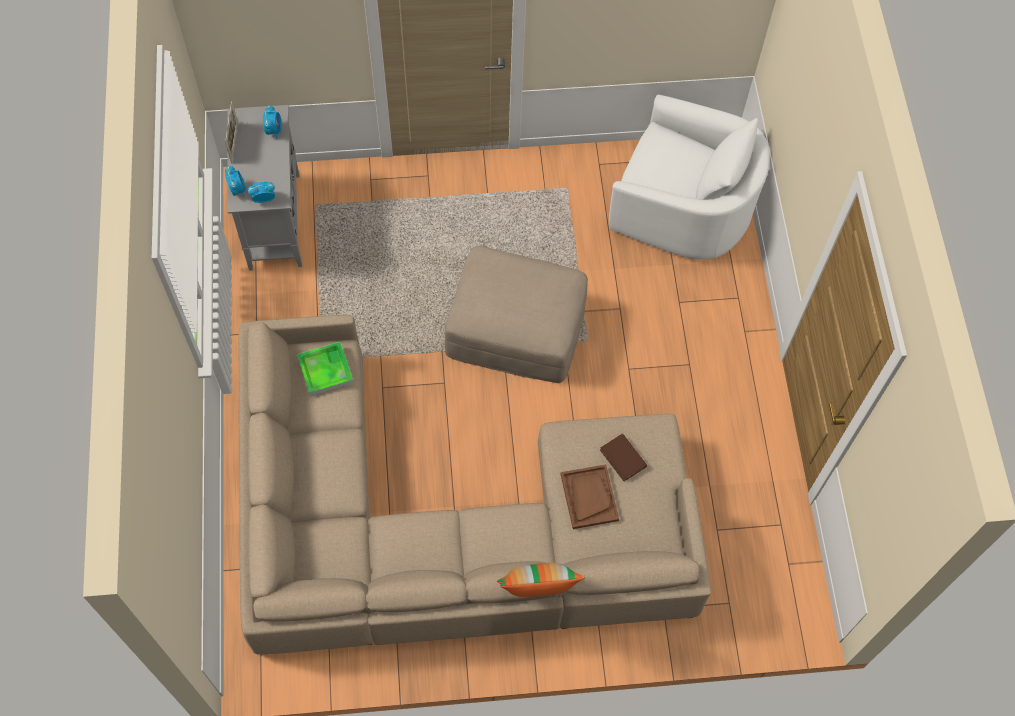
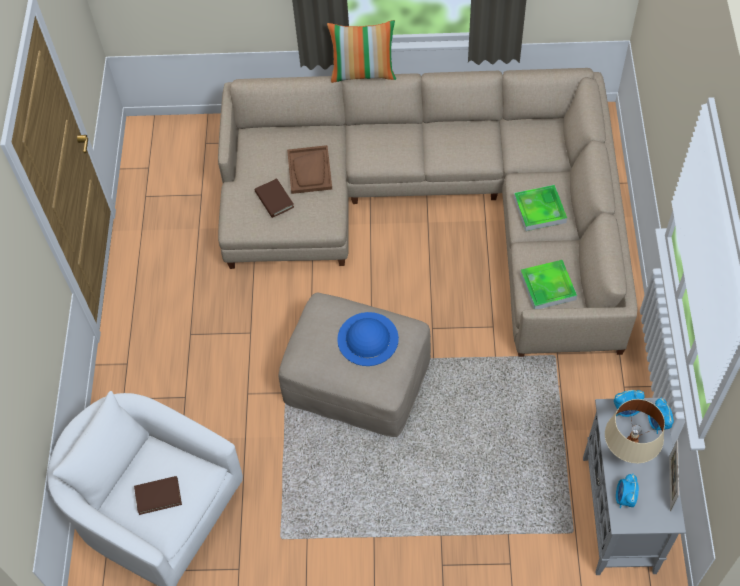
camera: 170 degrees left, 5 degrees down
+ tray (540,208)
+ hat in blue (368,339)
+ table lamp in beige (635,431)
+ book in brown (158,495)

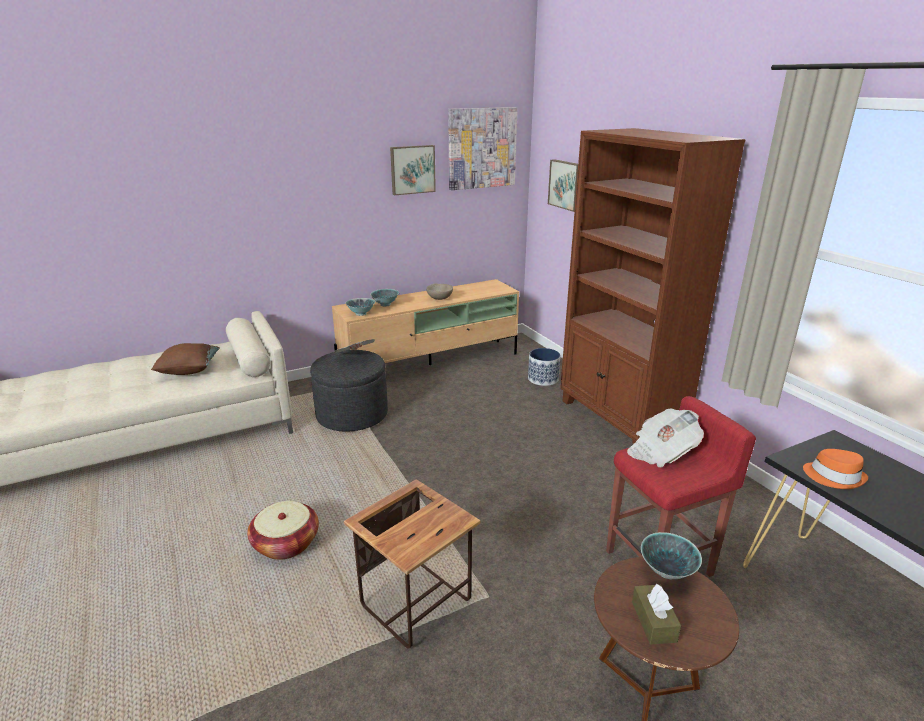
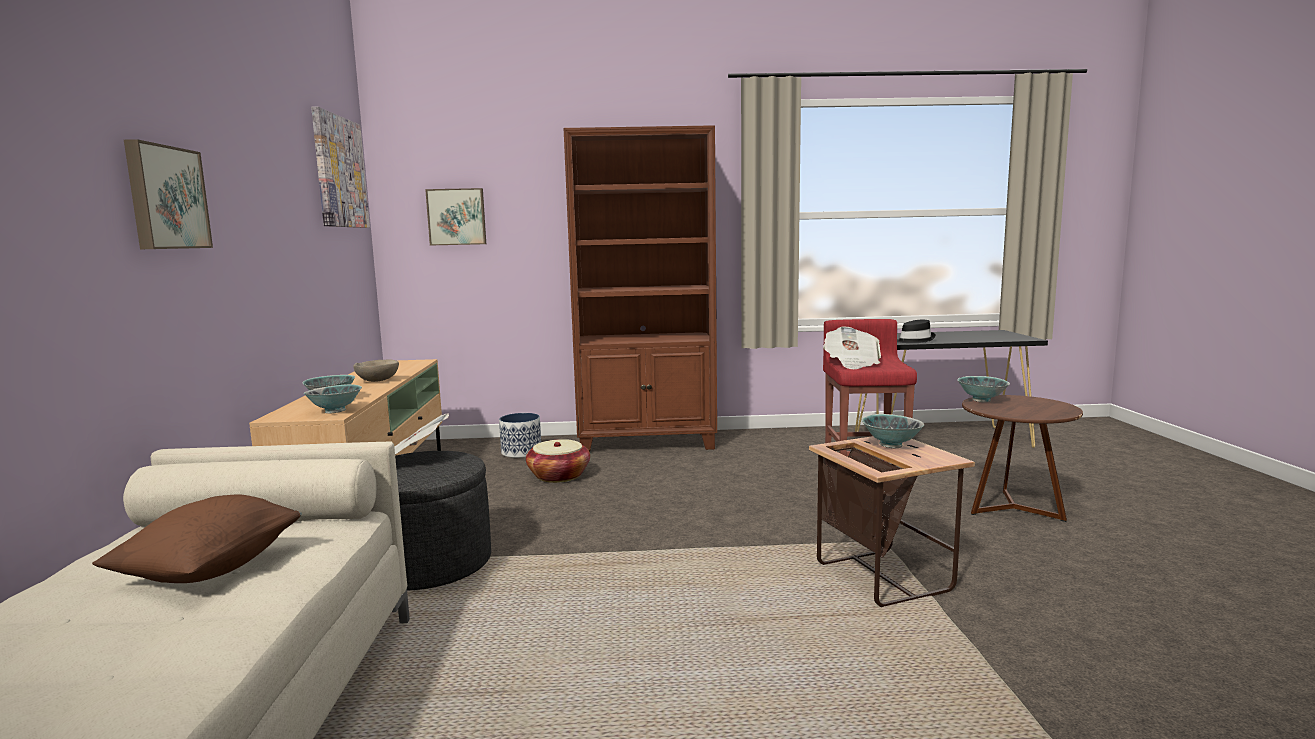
camera: 65 degrees left, 15 degrees down
~ picture (413,170) to (168,194)
~ hat in orange (835,469) to hat in black (916,331)
~ basket (283,530) to (558,461)
- tissue box in brown (656,614)
+ bowl (893,431)

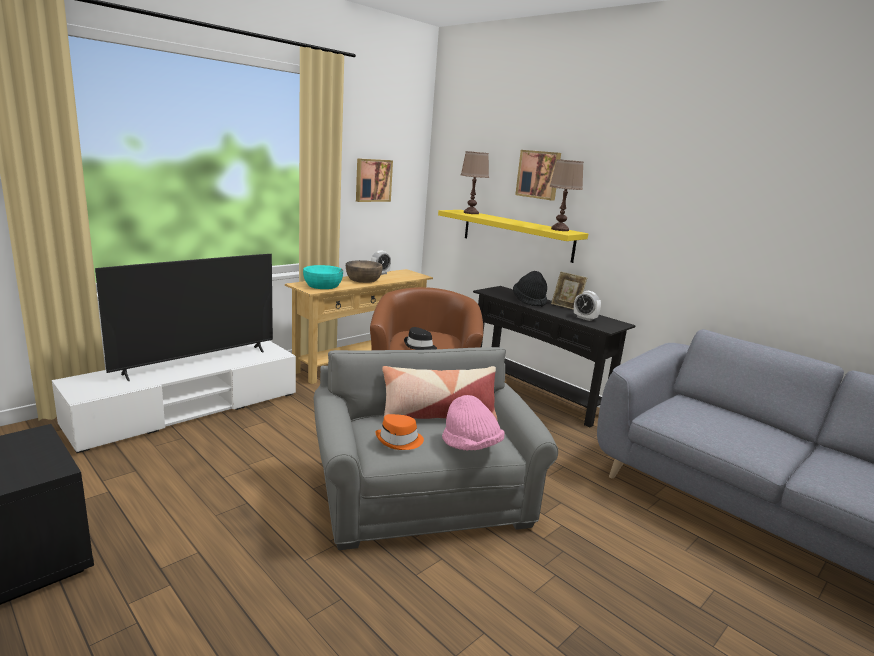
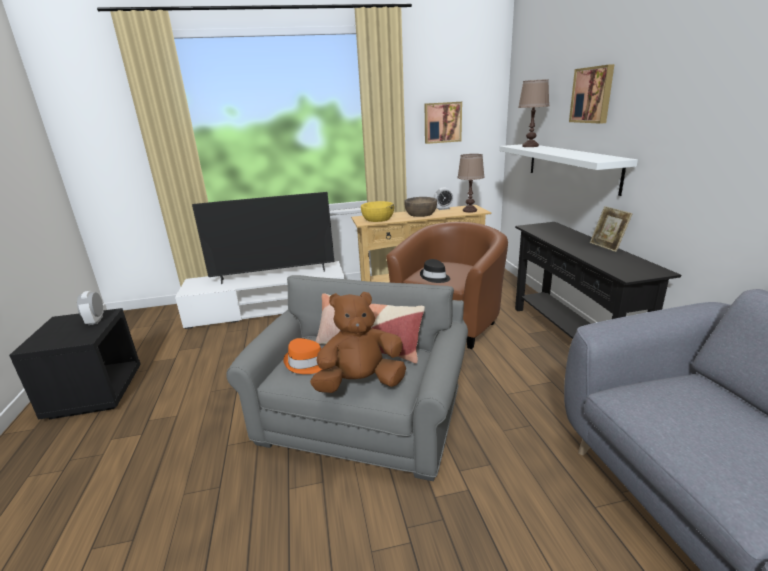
camera: 35 degrees right, 5 degrees up
~ table lamp in brown (566,195) to (471,183)
~ shelf in yellow (513,236) to shelf in white (568,170)
~ bowl in turquoise (323,277) to bowl in yellow (377,211)
- hat in black (530,289)
~ alarm clock (587,306) to (90,308)
~ hat in pink (473,422) to plush toy in brown (358,342)

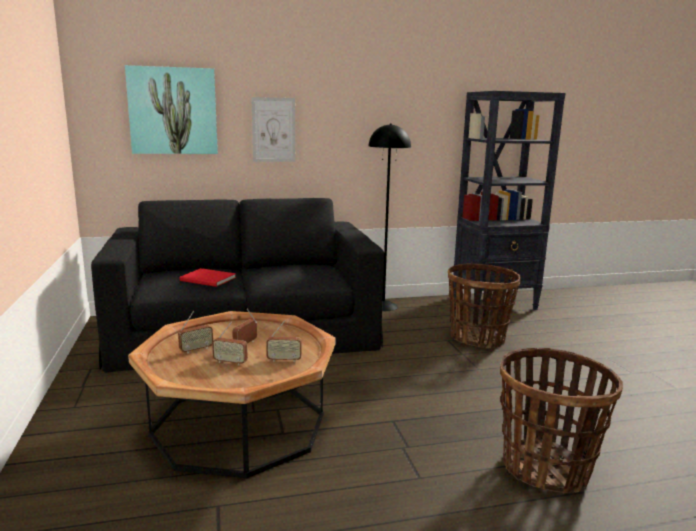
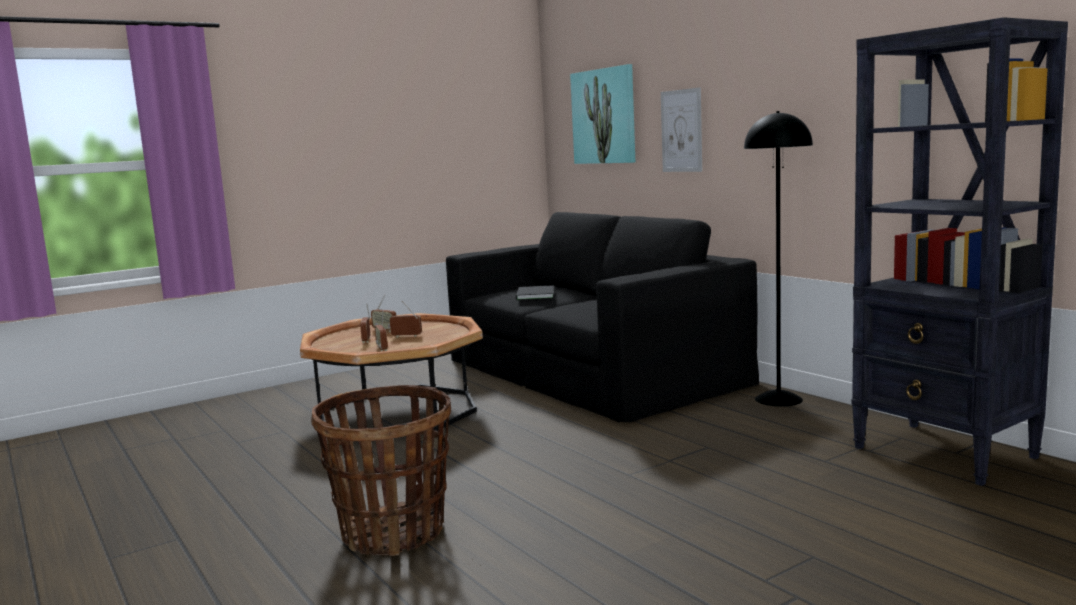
camera: 70 degrees right, 5 degrees down
- basket (484,305)
~ book in red (208,277) to book in black (535,292)

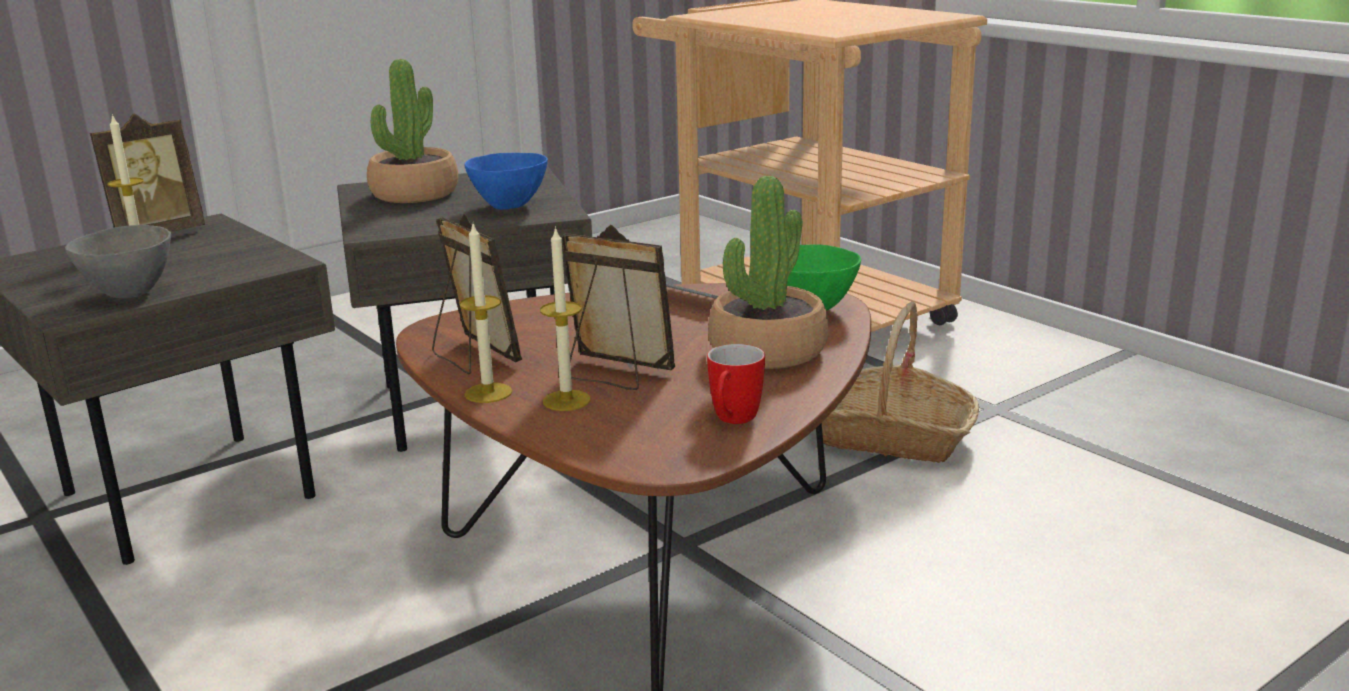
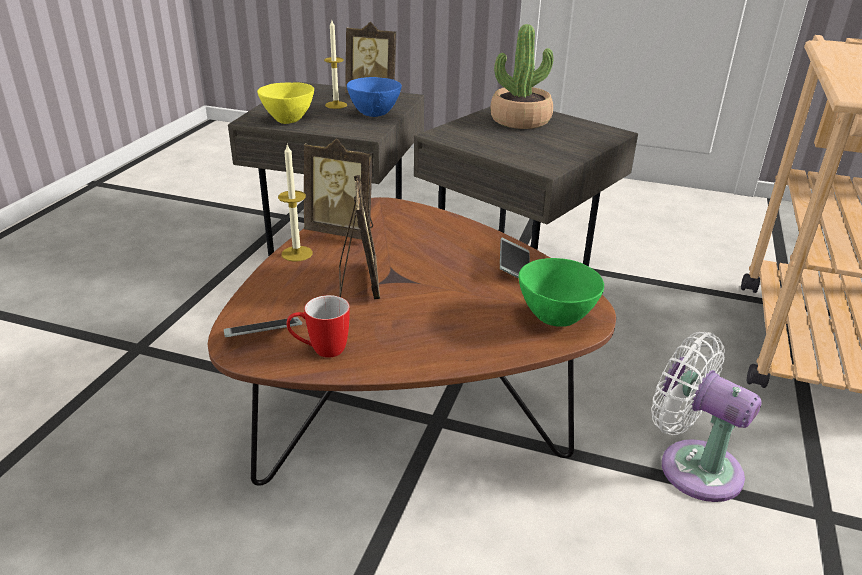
camera: 55 degrees right, 10 degrees up
~ bowl in blue (506,181) to (374,97)
- potted plant (768,272)
~ picture frame (477,294) = (338,189) 90 degrees clockwise
~ bowl in grey (118,261) to bowl in yellow (285,103)
- candle (565,318)
~ basket (900,382) to fan in white (706,417)
+ phone (263,327)

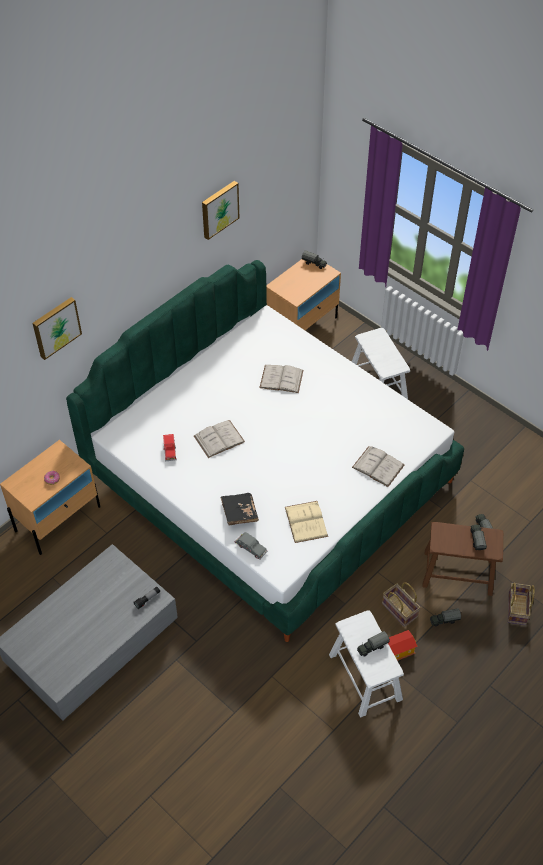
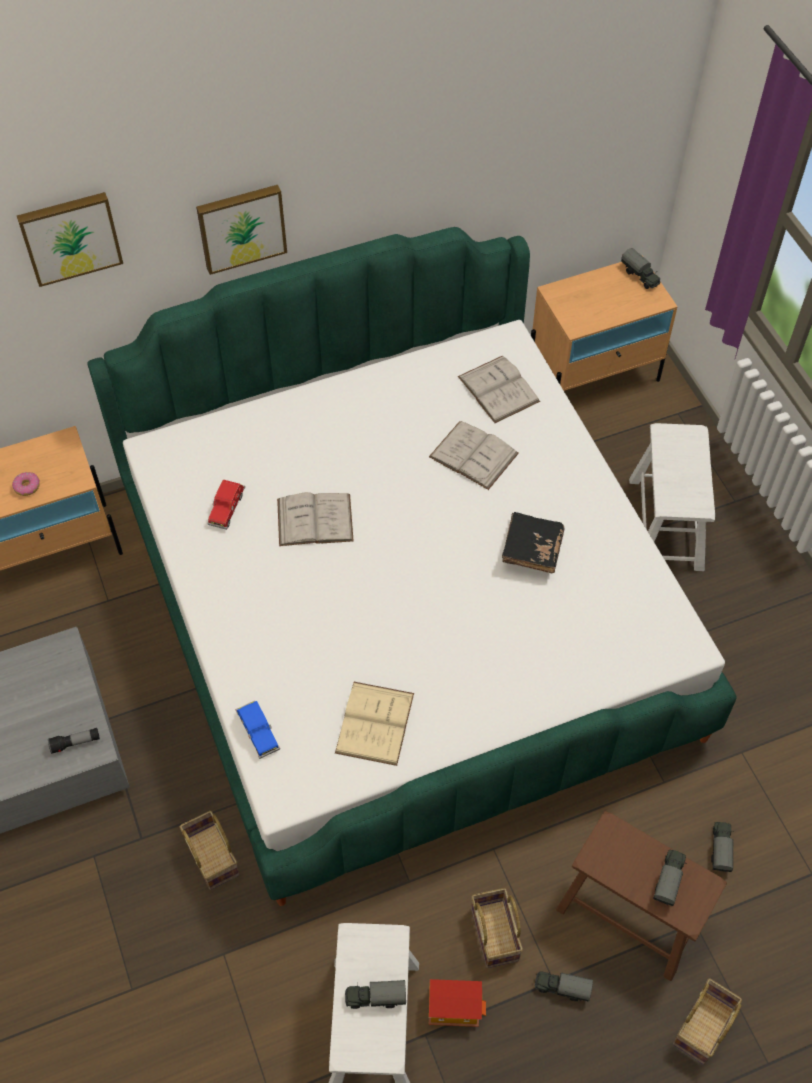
camera: 25 degrees right, 5 degrees up
~ picture (221,210) to (241,230)
~ book in white (378,466) to (499,389)
~ book in black (240,509) to (533,542)
~ toy car in grey (251,546) to toy car in blue (258,730)
+ basket (210,850)

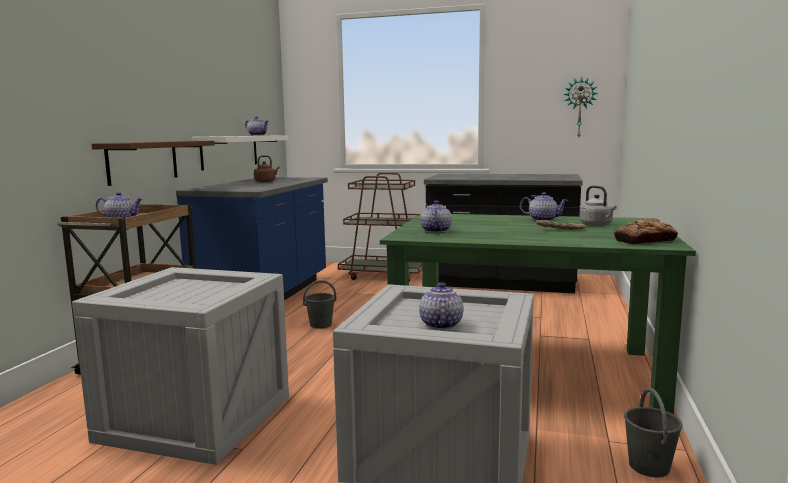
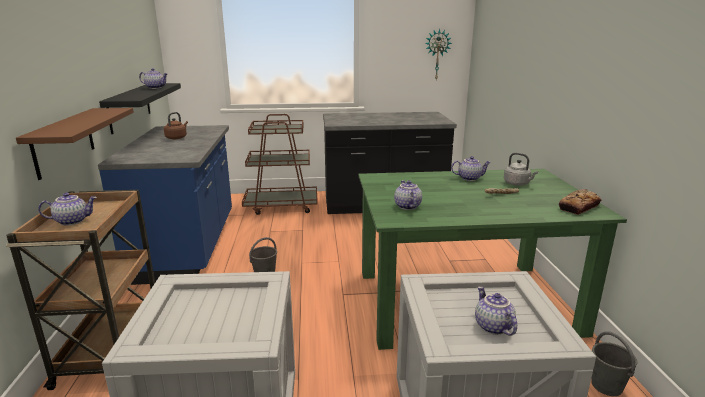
camera: 20 degrees left, 10 degrees up
~ shelf in white (240,153) to shelf in black (140,108)

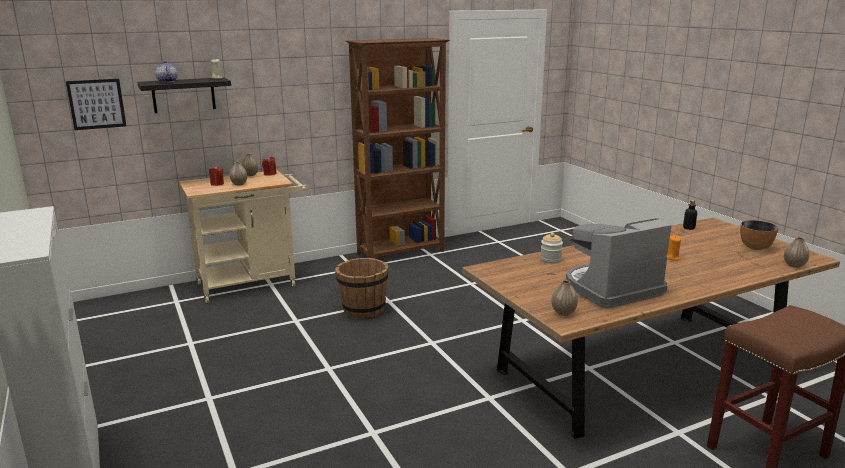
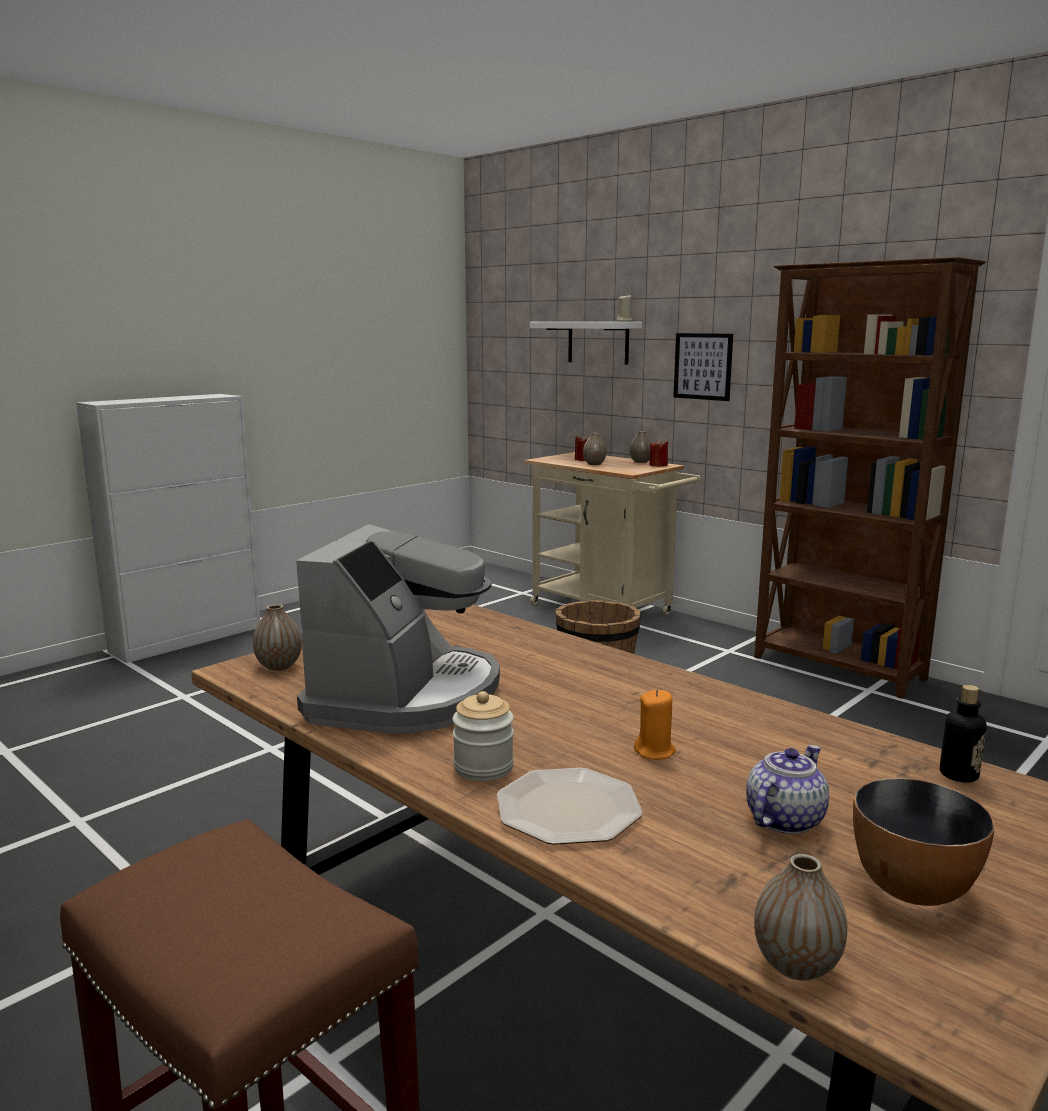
camera: 70 degrees right, 5 degrees down
~ teapot (166,72) to (787,789)
~ shelf in black (184,95) to shelf in white (586,343)
~ picture (96,104) to (703,367)
~ coffee machine (619,263) = (398,629) 60 degrees clockwise
~ jar (551,248) to (483,736)
+ plate (570,806)

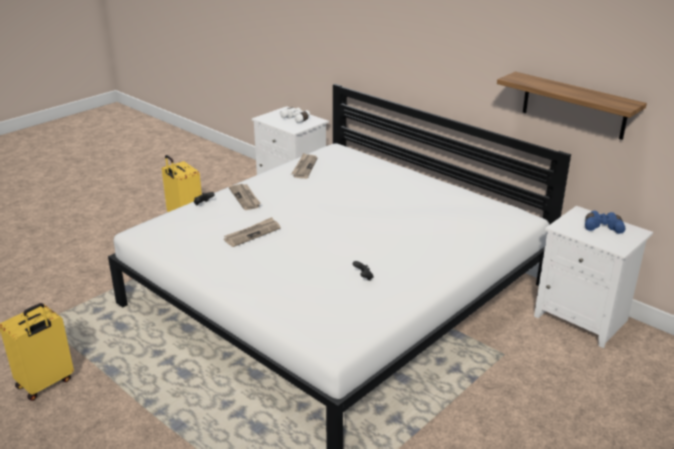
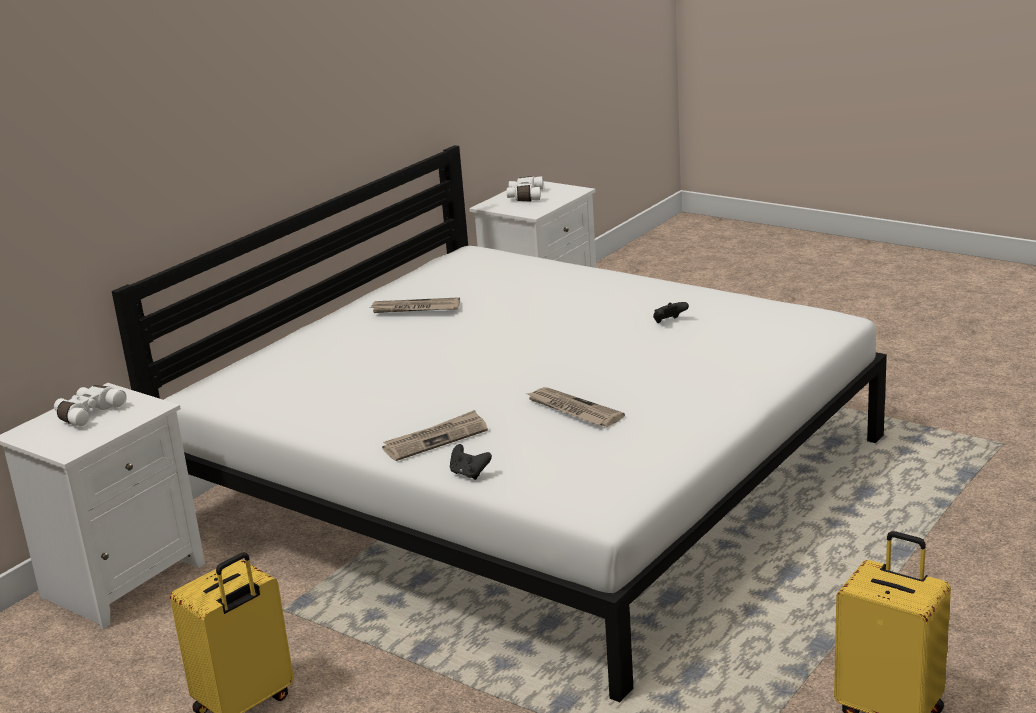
camera: 95 degrees left, 5 degrees down
- shelf (572,106)
~ newspaper (304,166) to (414,305)
~ binoculars in blue (605,222) to binoculars in white (525,189)

